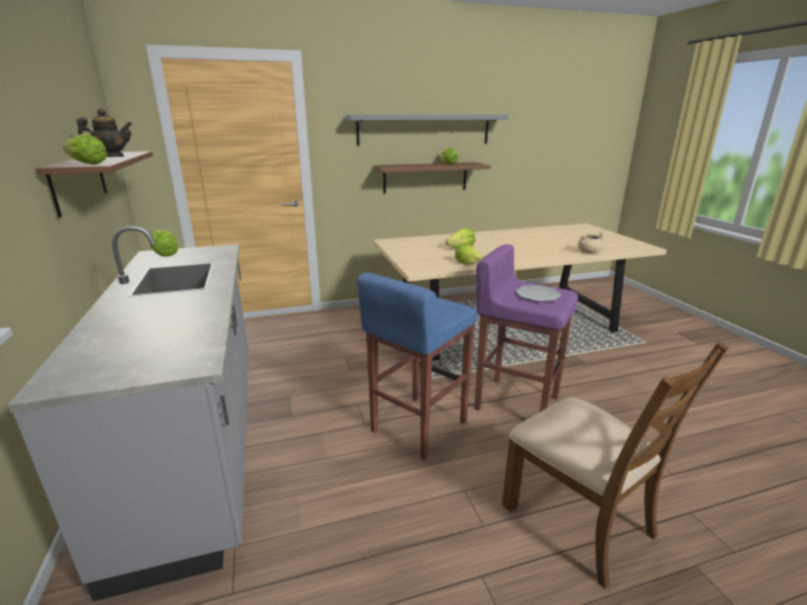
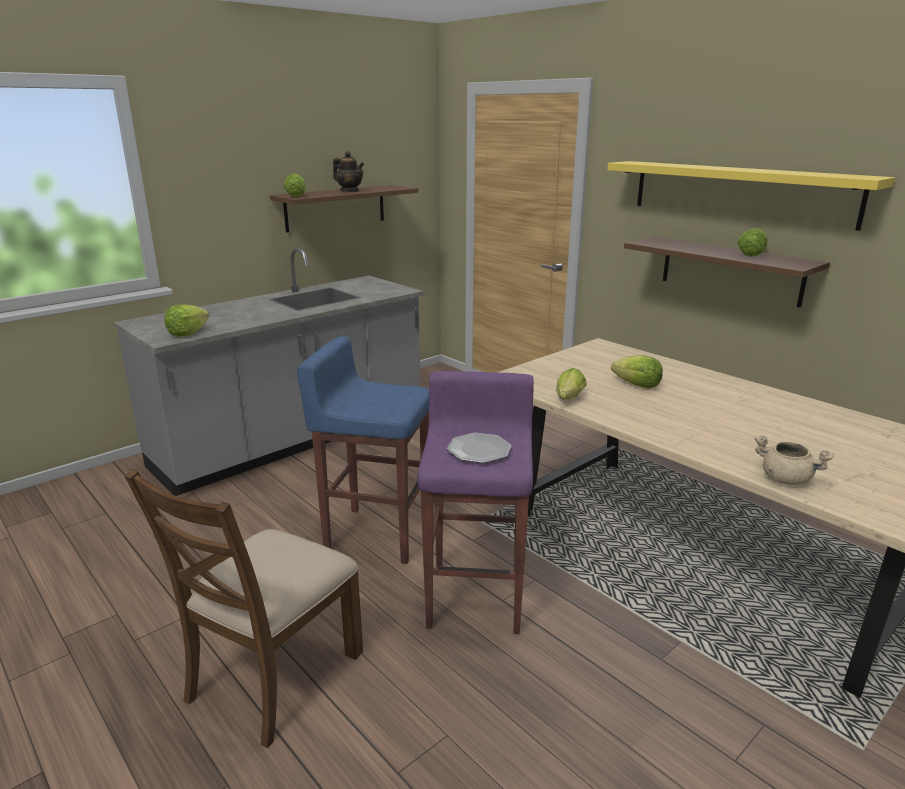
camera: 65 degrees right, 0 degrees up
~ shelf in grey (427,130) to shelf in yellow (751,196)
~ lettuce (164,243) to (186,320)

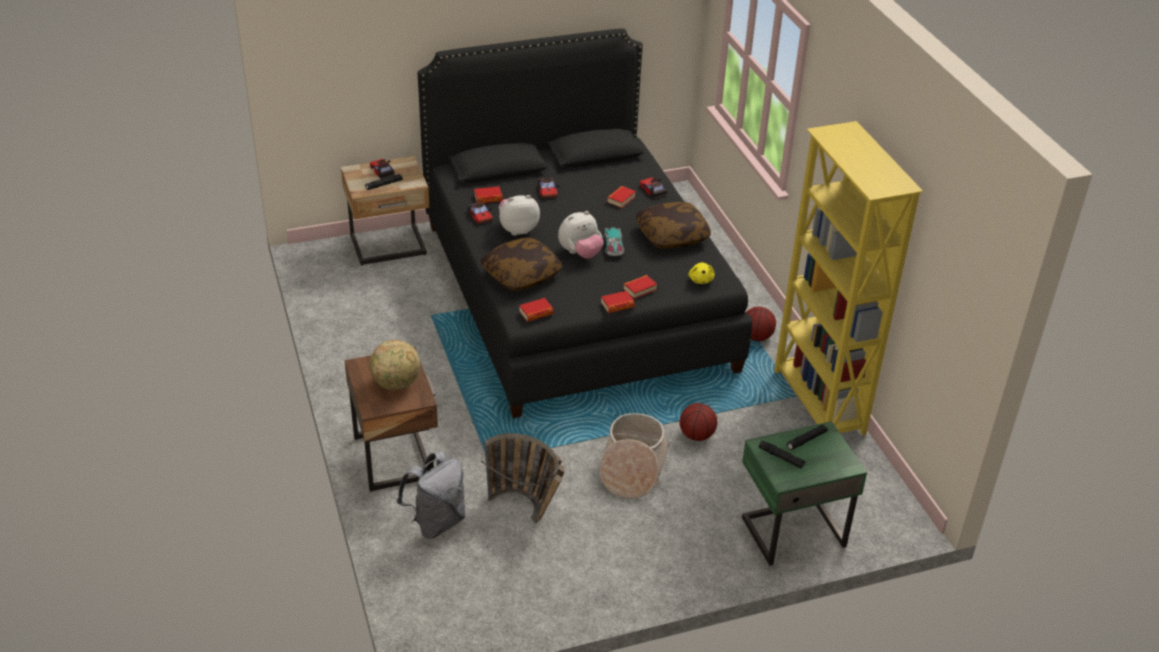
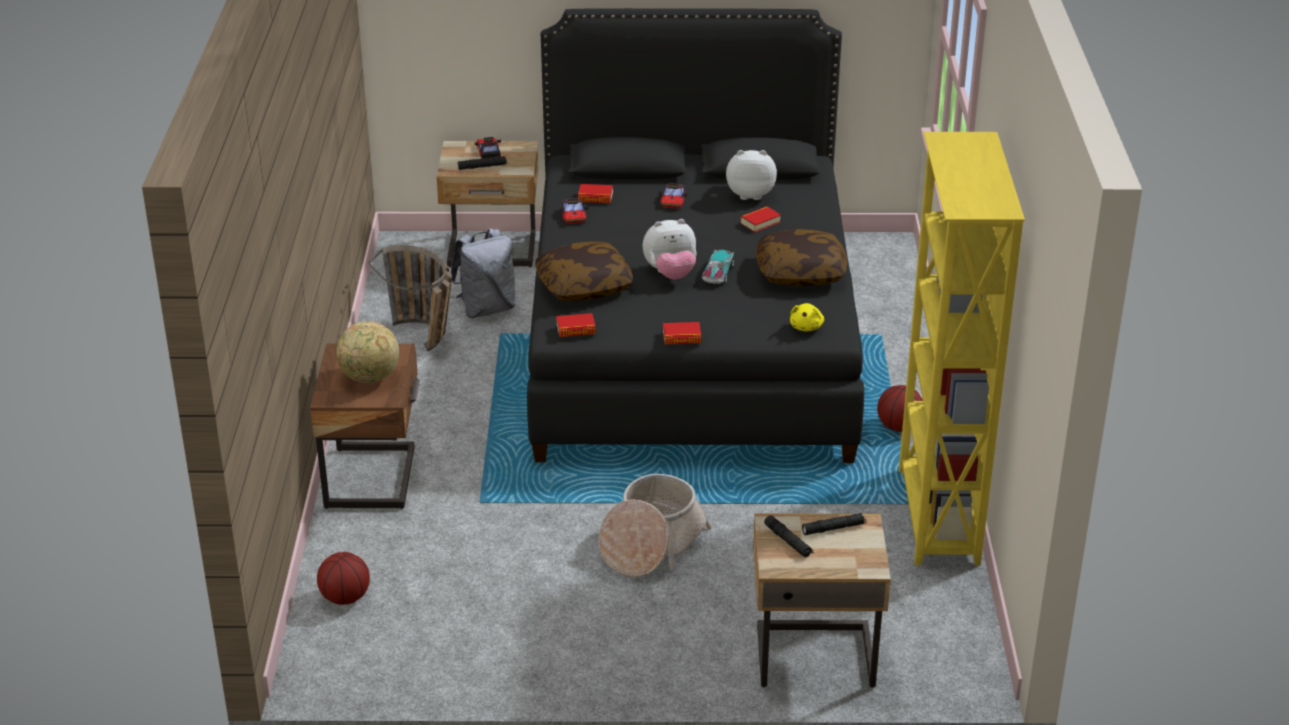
camera: 20 degrees right, 5 degrees down
- toy car (653,188)
~ plush toy (519,215) to (751,175)
- book (640,287)
~ basketball (698,422) to (343,578)
~ nightstand in green (804,493) to nightstand in beige (822,600)
~ basket (522,478) to (410,298)
~ backpack in grey (431,495) to (483,273)

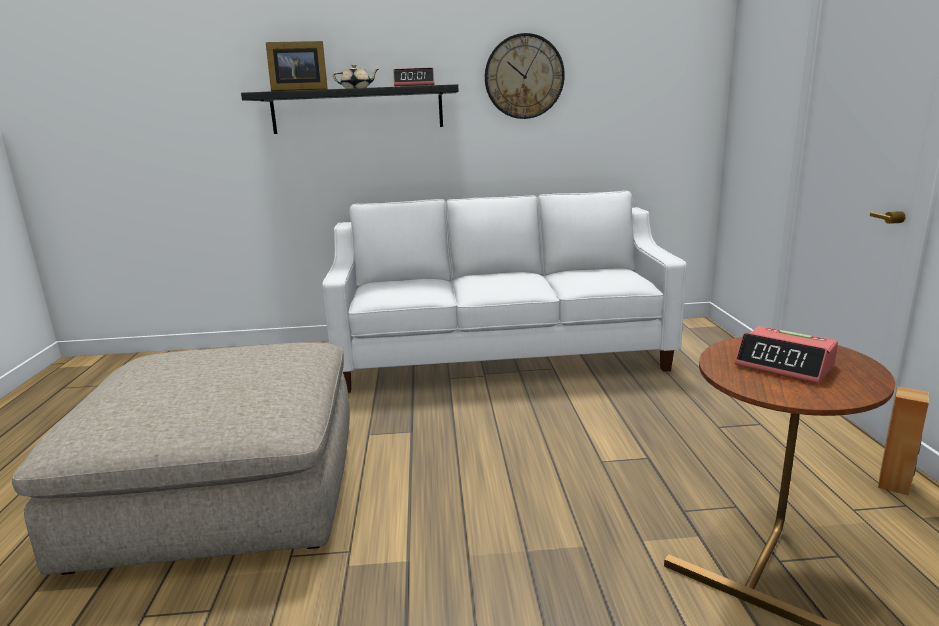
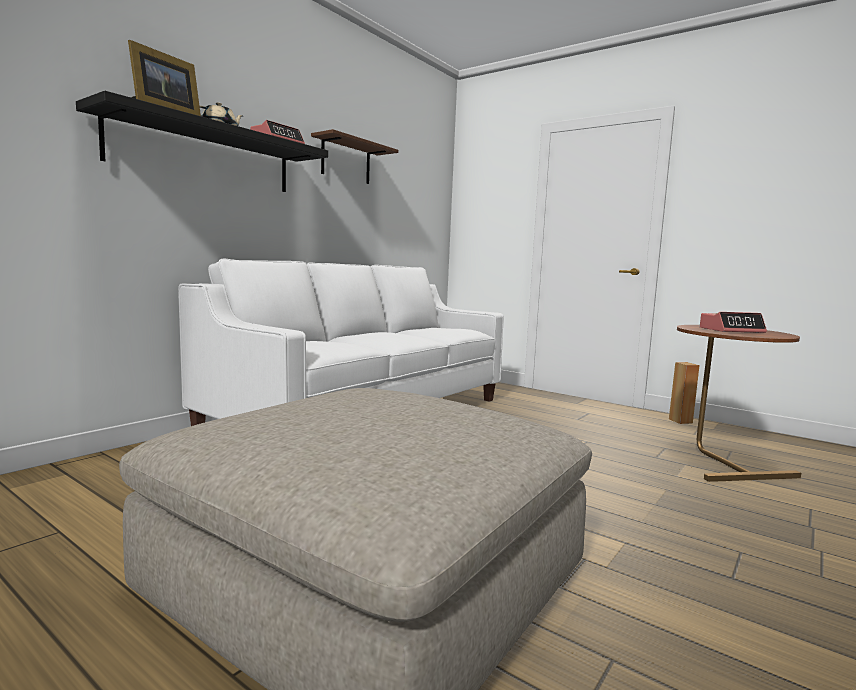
camera: 50 degrees left, 10 degrees down
~ wall clock (525,76) to shelf in brown (354,156)

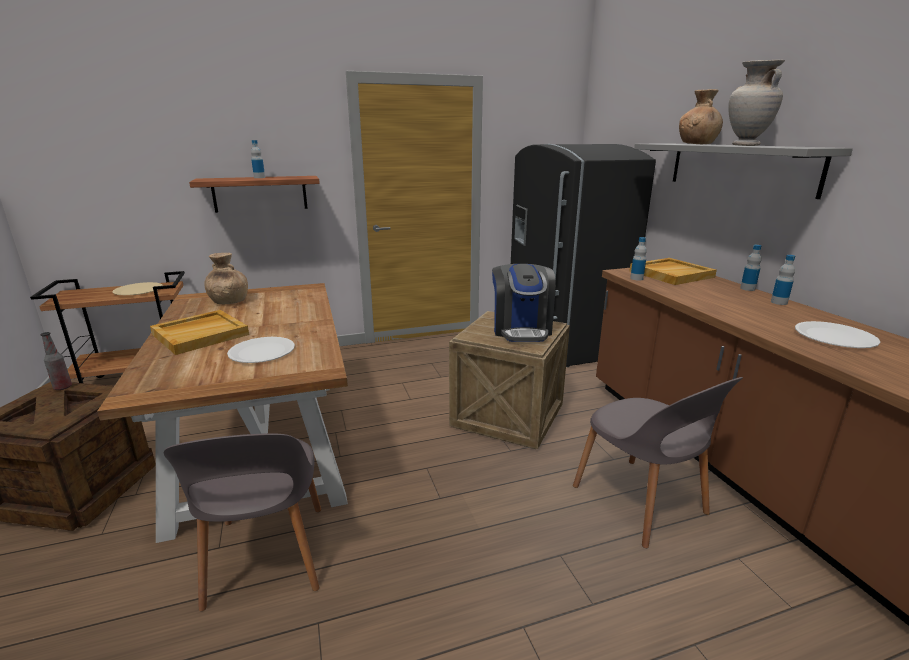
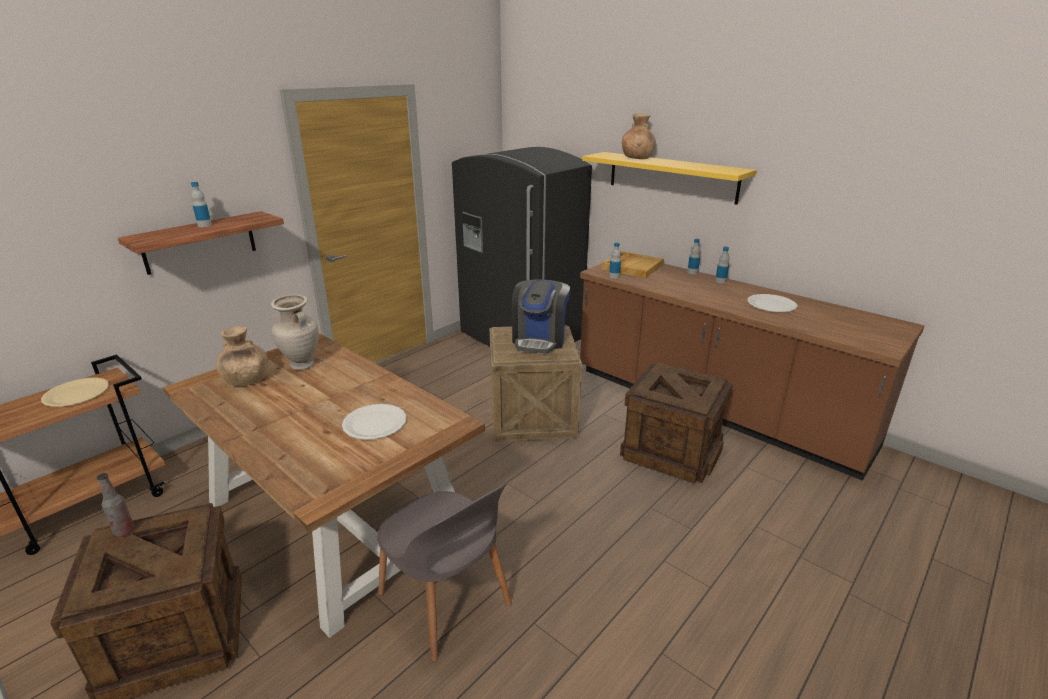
camera: 30 degrees left, 5 degrees up
~ vase in beige (756,103) to (295,332)
~ shelf in grey (743,171) to shelf in yellow (669,178)
~ coffee machine (524,303) = (541,316) 45 degrees clockwise
- tray in beige (199,332)
~ chair in grey (658,462) to crate (676,423)

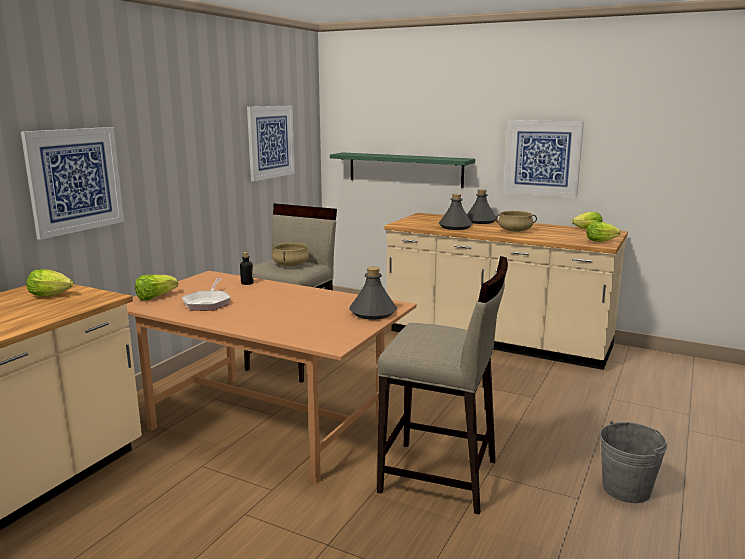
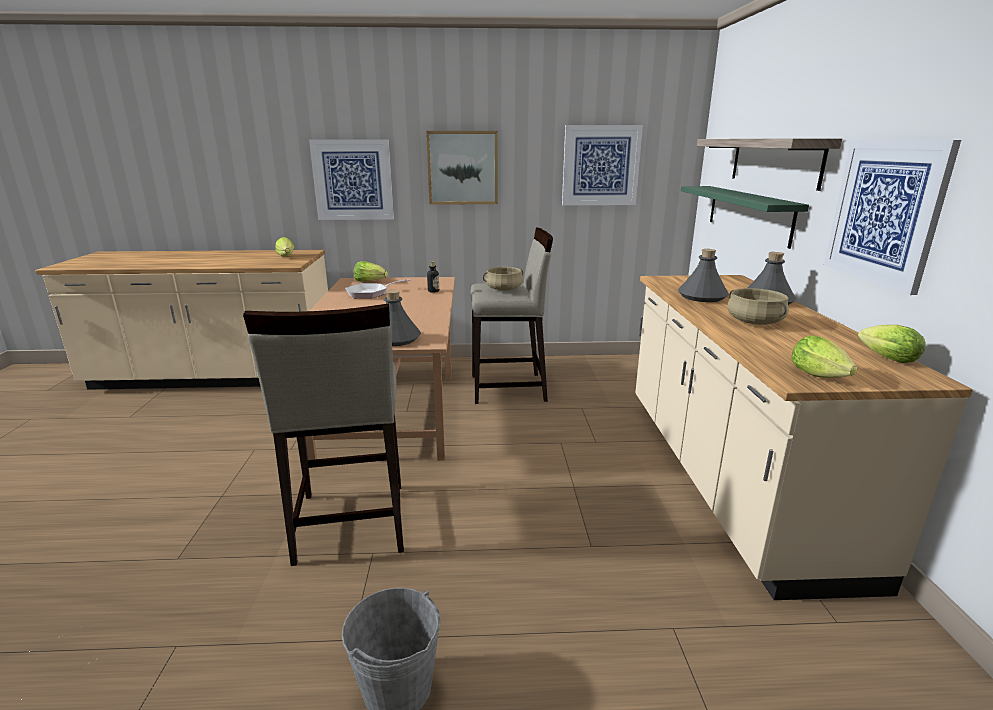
camera: 60 degrees right, 5 degrees up
+ picture (462,168)
+ shelf (769,164)

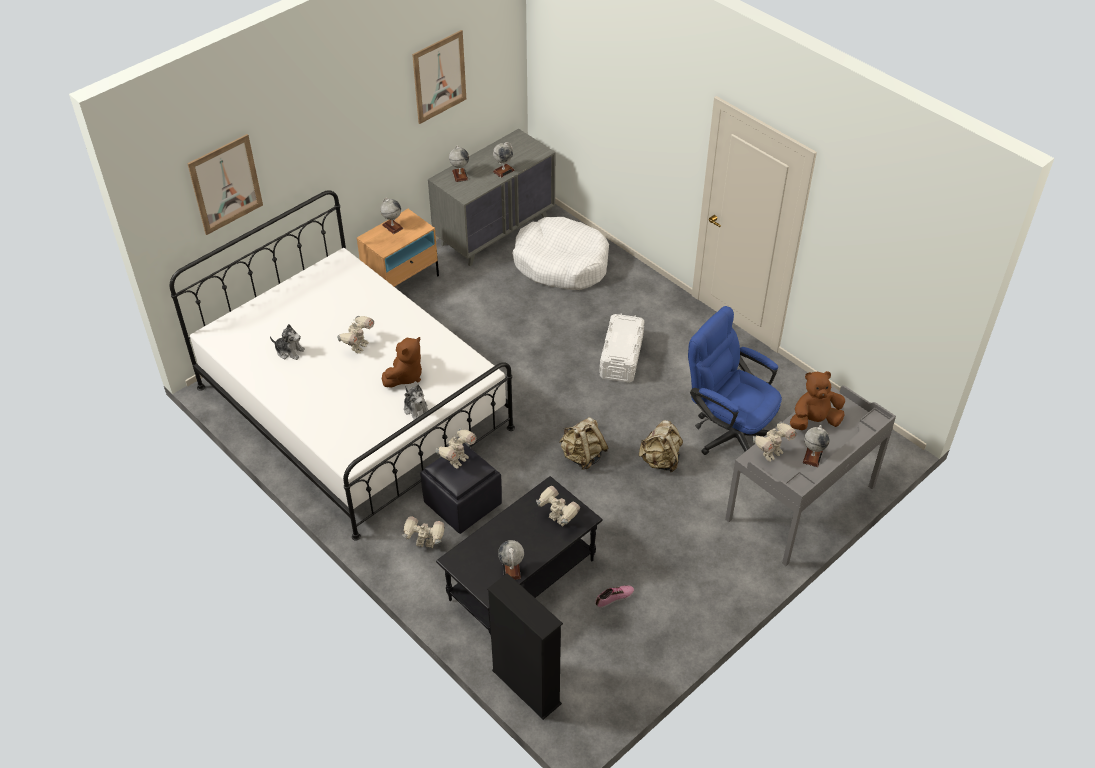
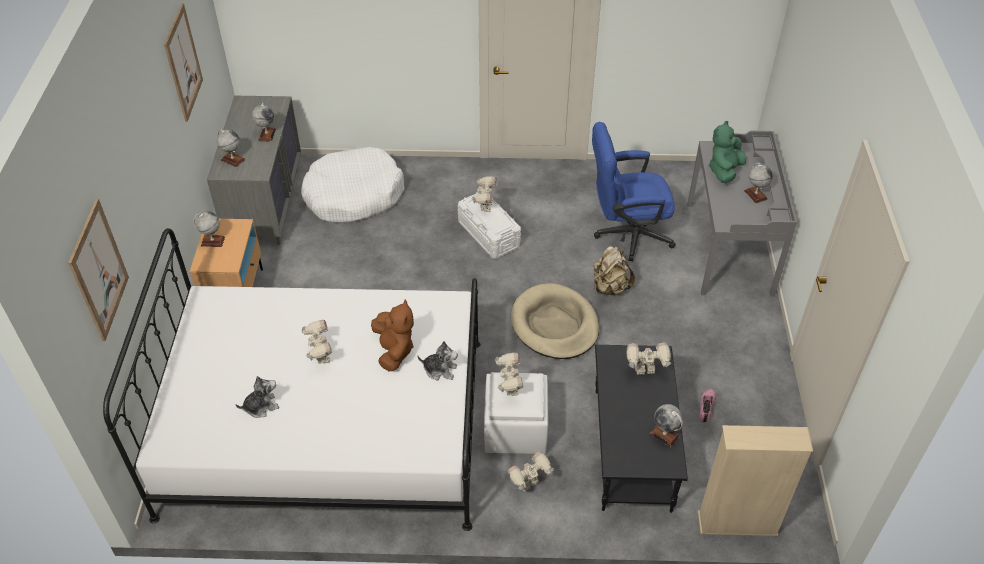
camera: 45 degrees left, 0 degrees up
~ plush toy in brown (817,400) to plush toy in green (727,152)
~ backpack in beige (583,443) to dog bed in beige (555,321)
~ toy robot (774,442) to (484,194)
~ ottoman in black (461,488) to ottoman in white (516,413)
~ bookcase in black (525,646) to bookcase in beige (755,480)

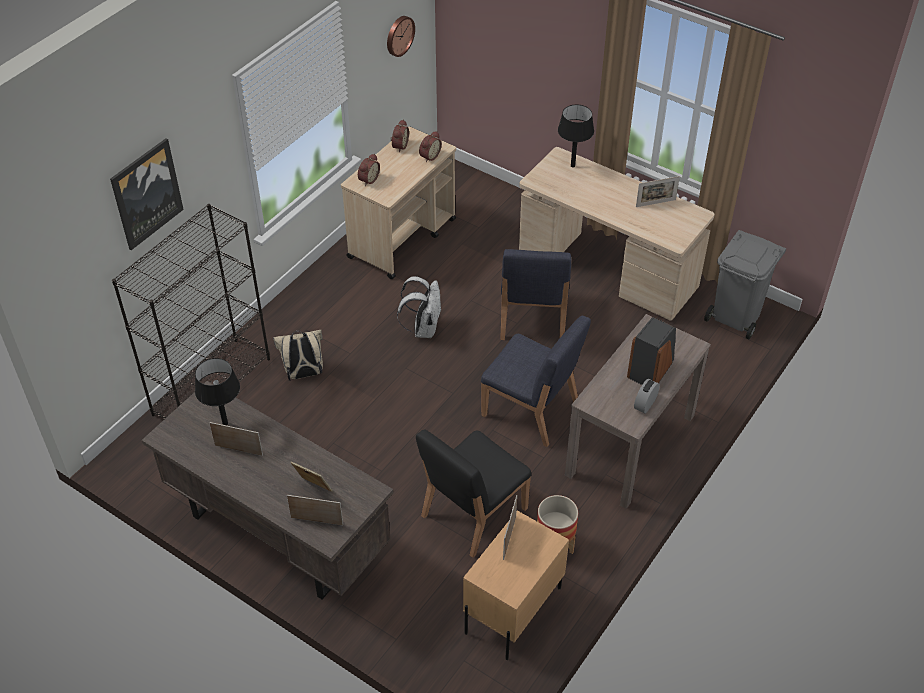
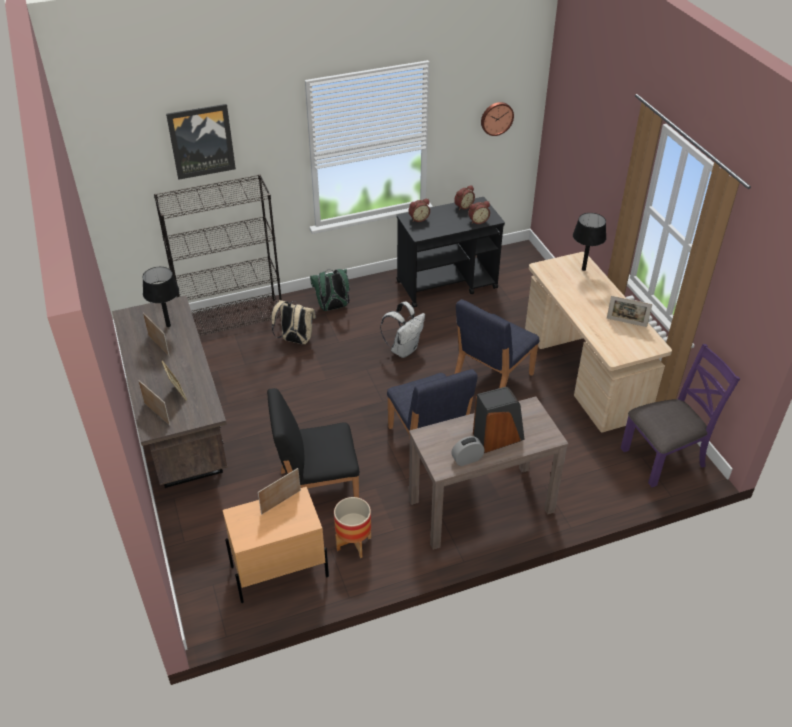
camera: 35 degrees right, 5 degrees down
~ cart in beige (398,202) to cart in black (450,252)
~ trash can in grey (745,284) to chair in purple (680,415)
+ backpack in green (330,290)

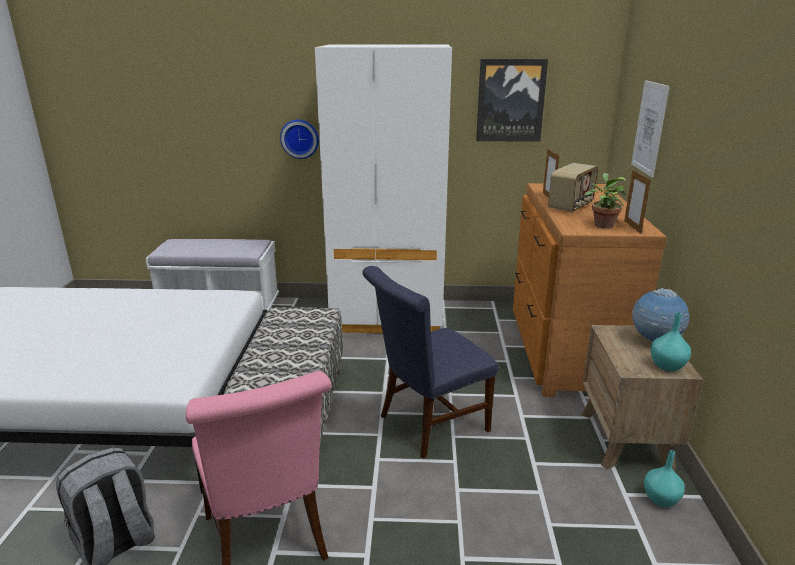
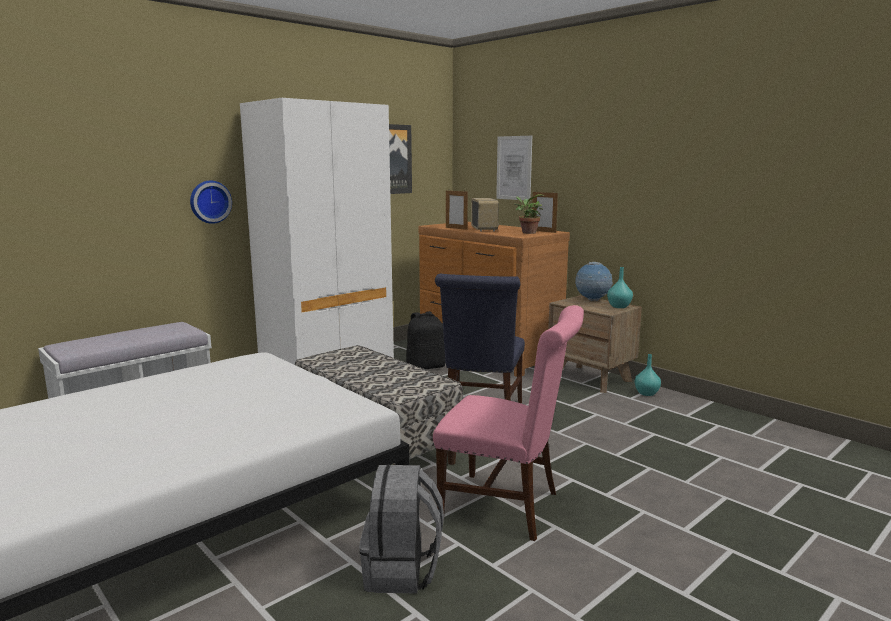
camera: 45 degrees left, 10 degrees down
+ backpack in black (425,340)

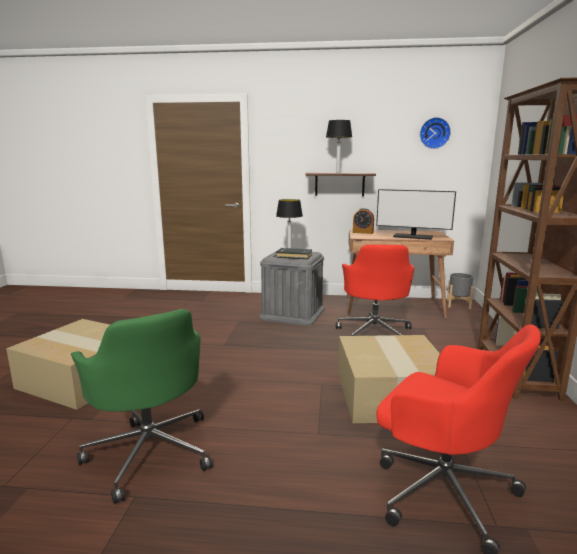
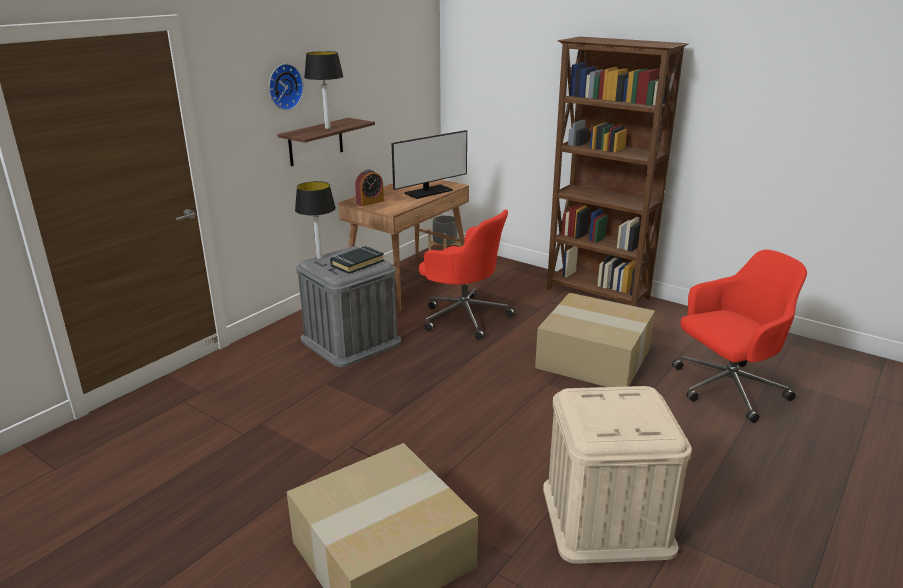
camera: 60 degrees left, 10 degrees up
~ wall clock (435,133) to (286,87)
~ office chair in green (142,406) to storage box in beige (617,475)

